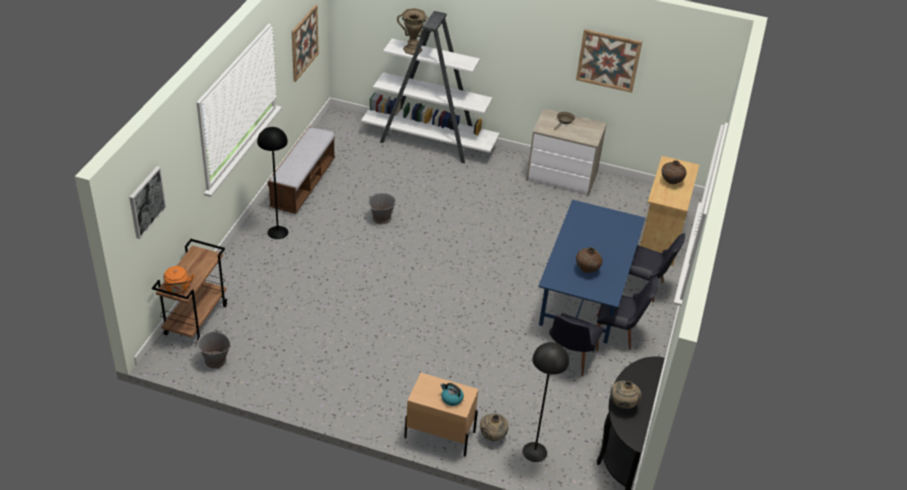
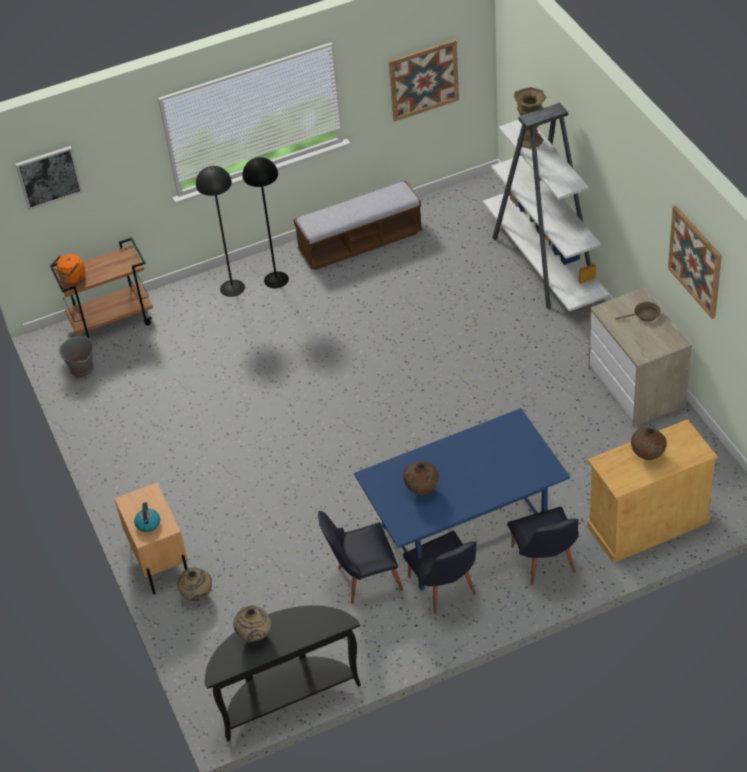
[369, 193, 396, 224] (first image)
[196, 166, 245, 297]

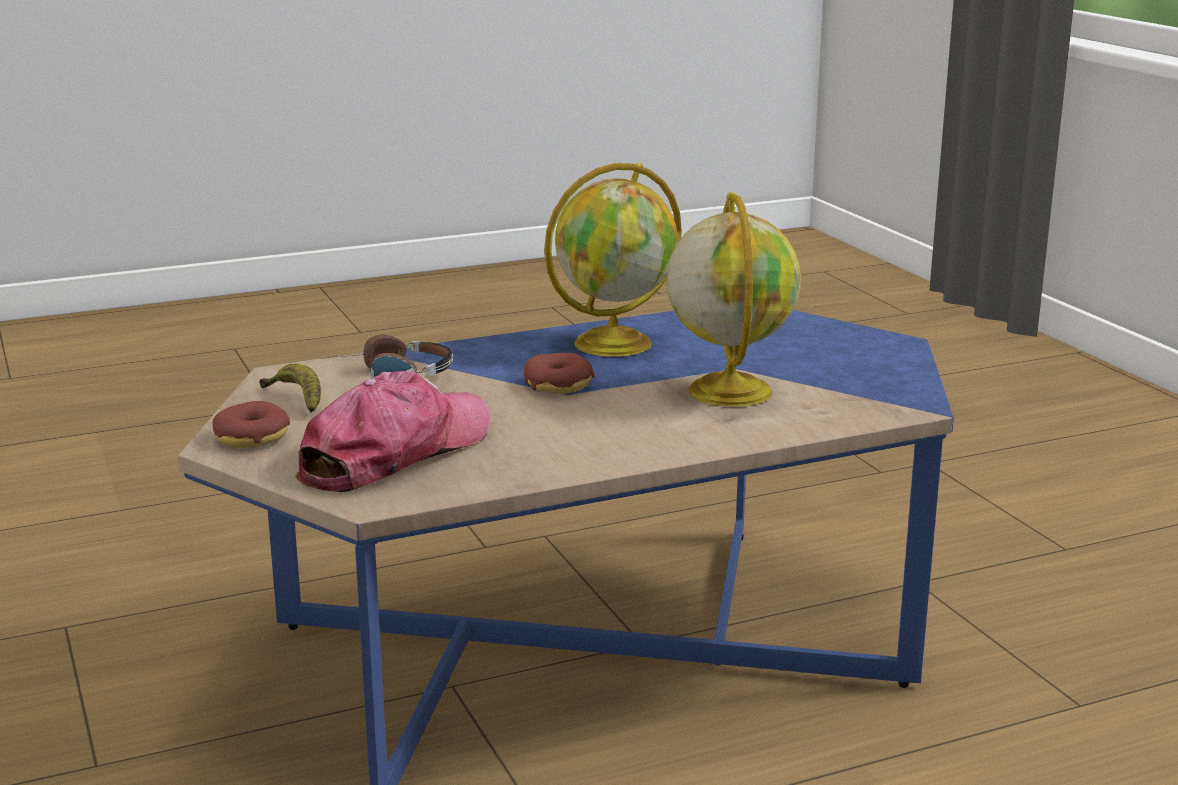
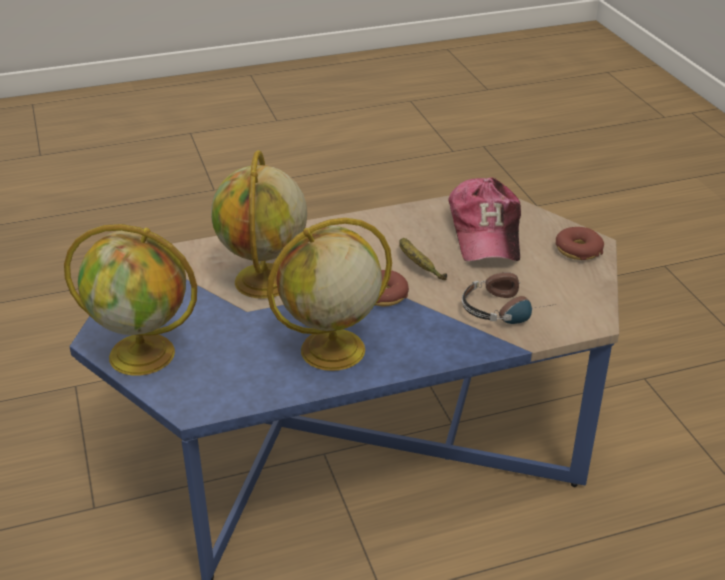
[399, 238, 447, 281]
[449, 177, 521, 261]
[64, 224, 197, 376]

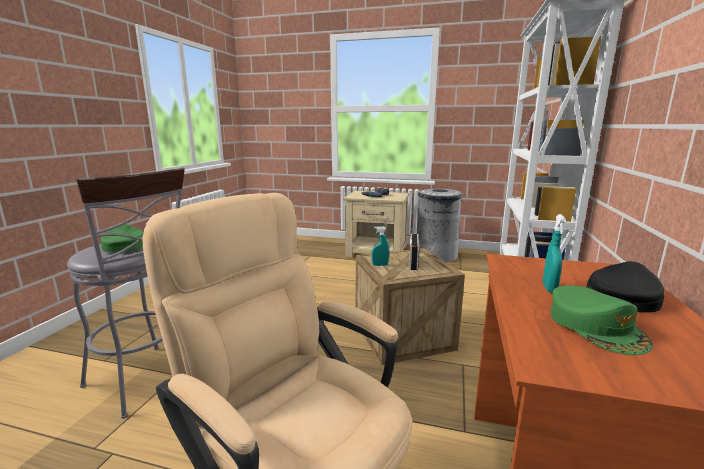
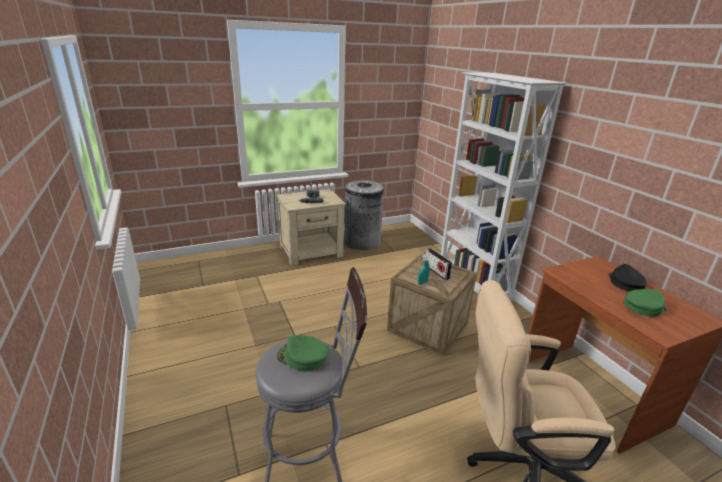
[543, 214, 566, 293] (first image)
[624, 289, 668, 317]

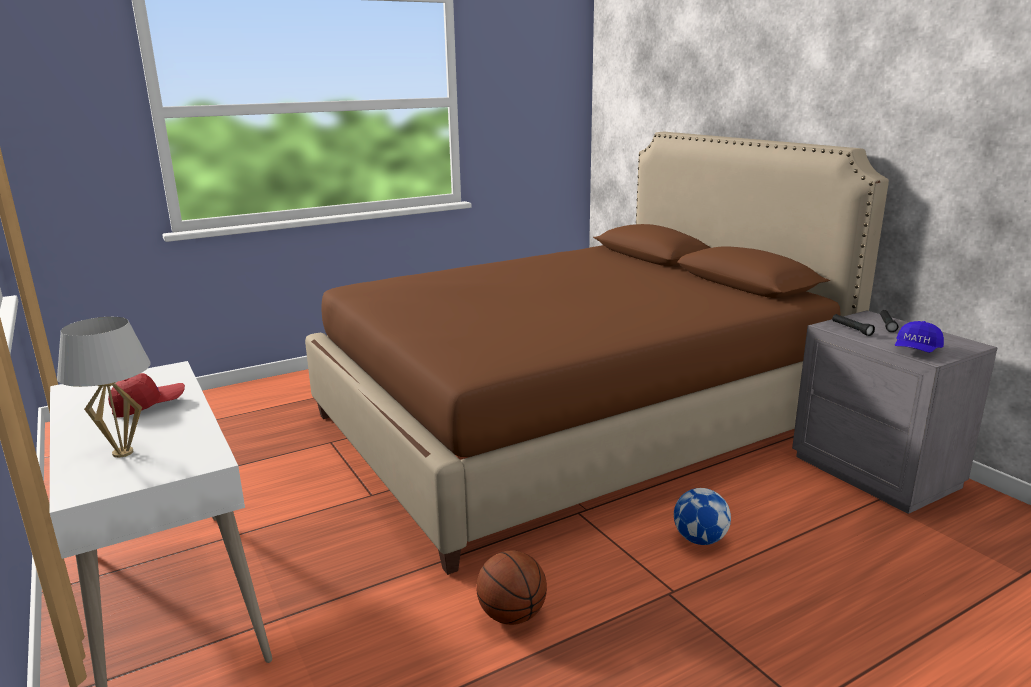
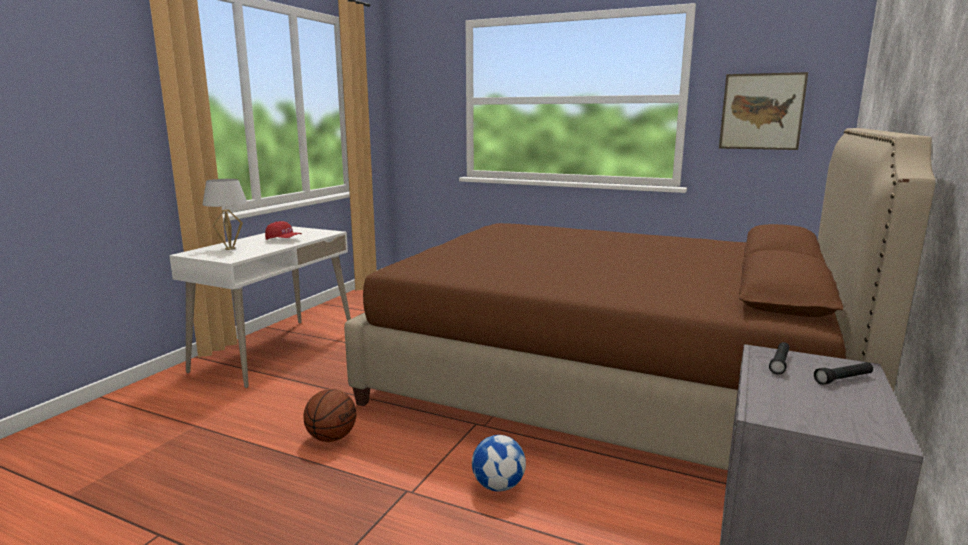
[895, 321, 944, 353] (first image)
[719, 72, 808, 150]

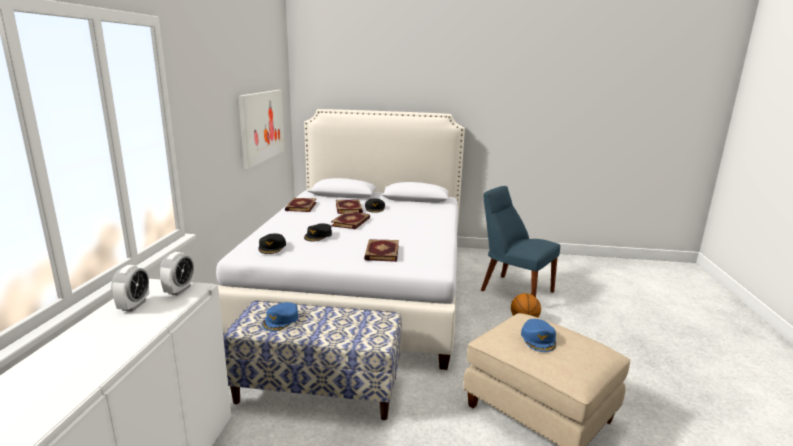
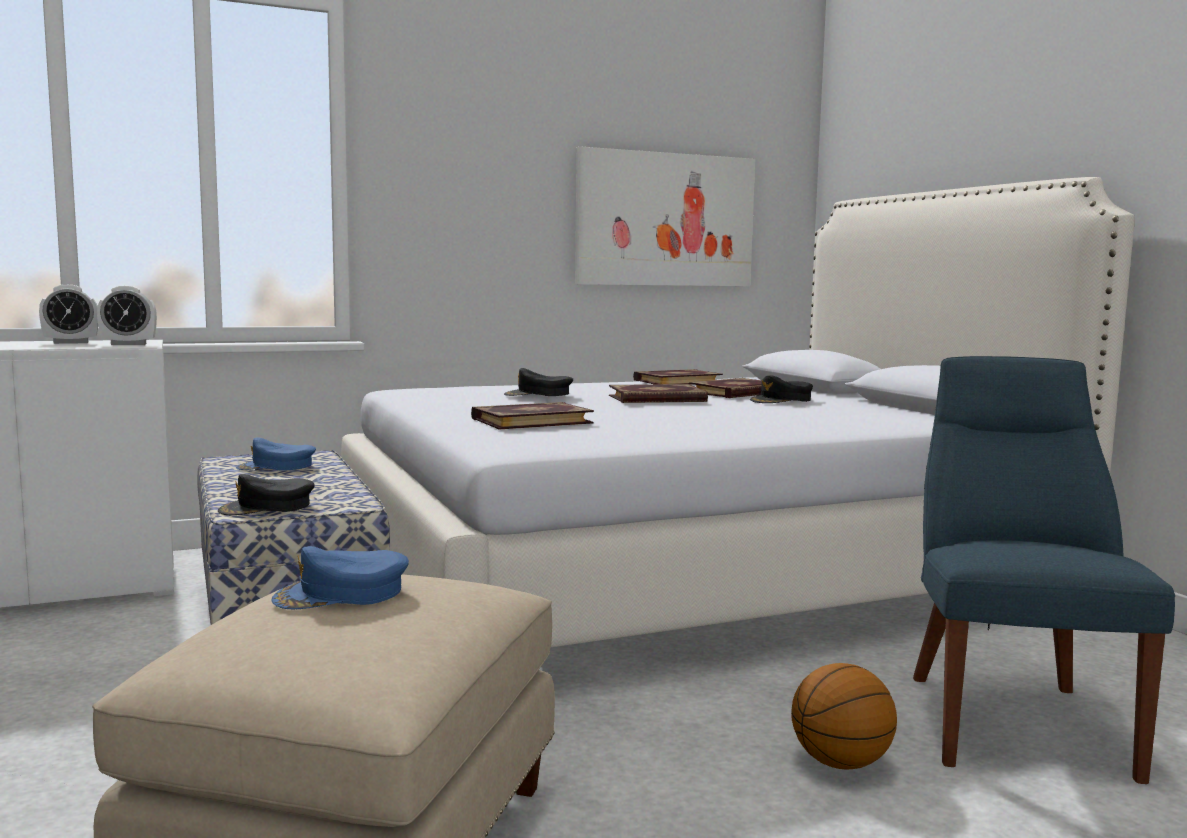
[218, 474, 315, 515]

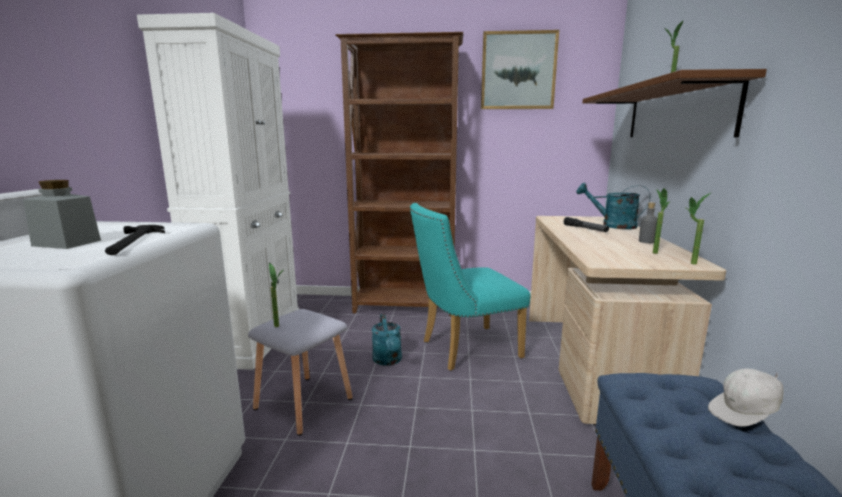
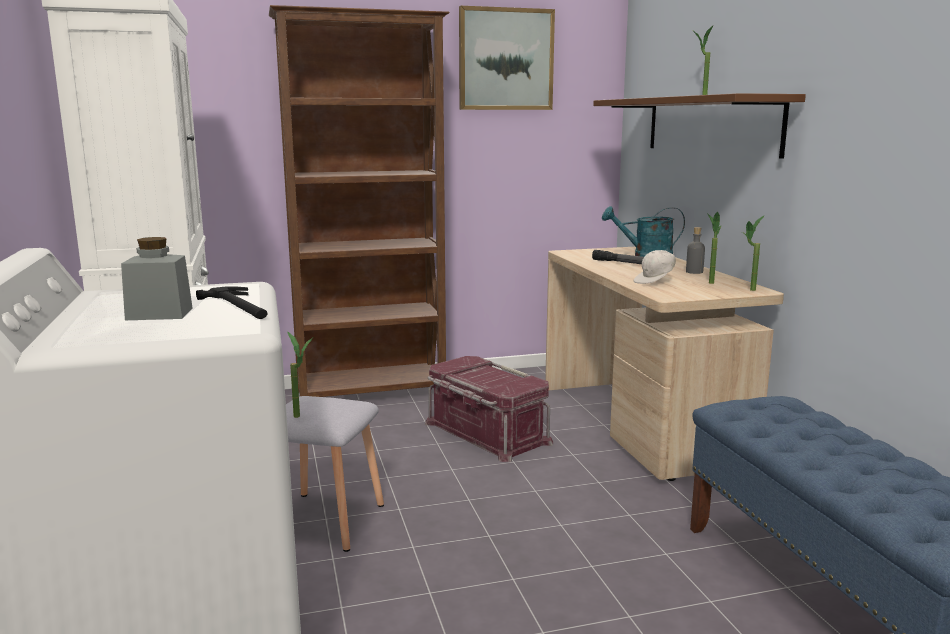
[372, 314, 402, 366] (first image)
[425, 356, 553, 462]
[634, 250, 676, 284]

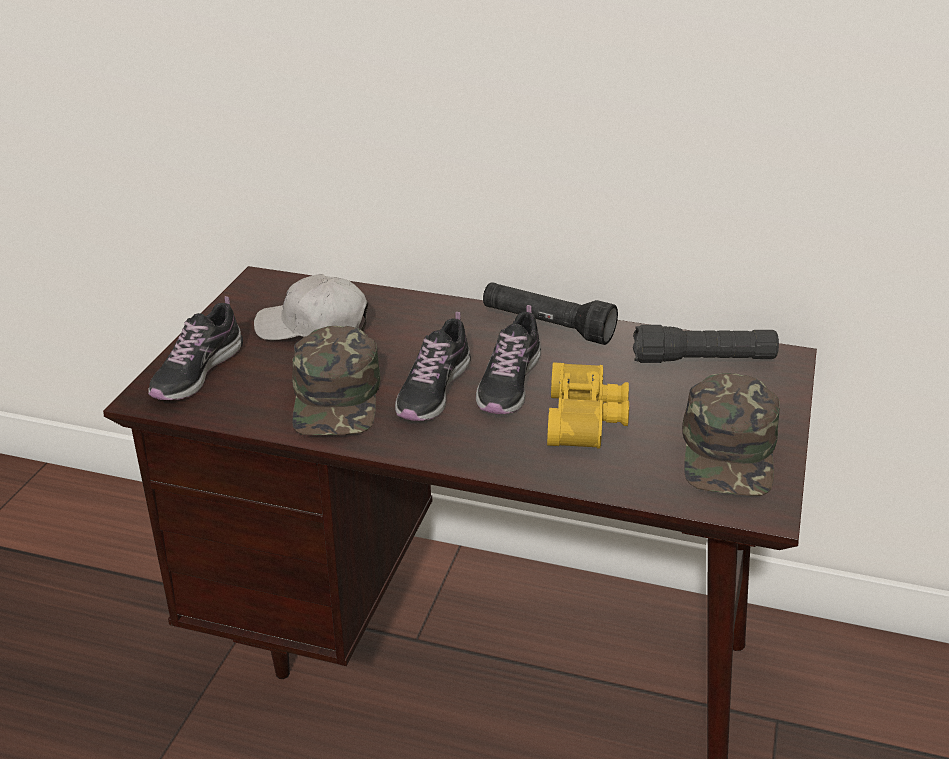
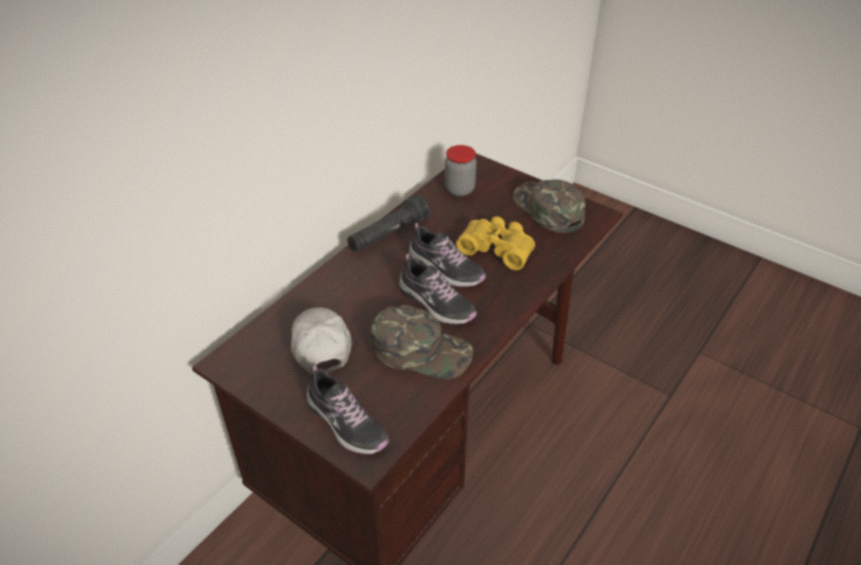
[291, 307, 352, 374]
[445, 145, 476, 196]
[513, 179, 586, 233]

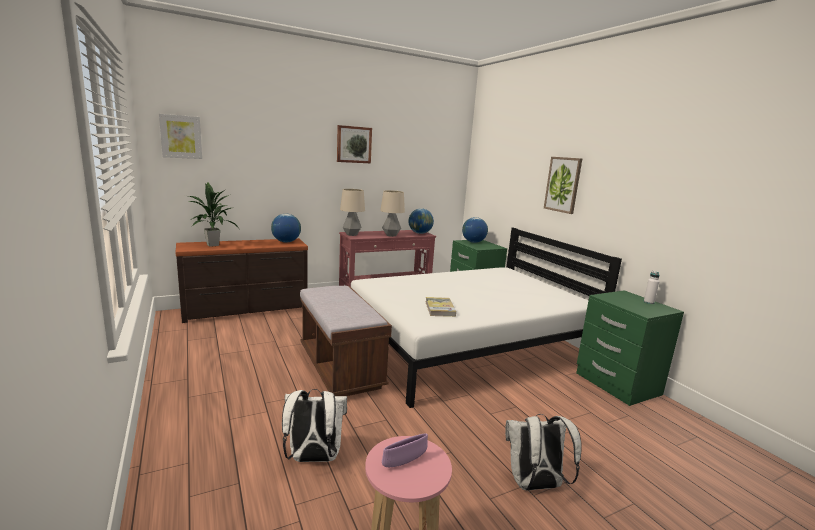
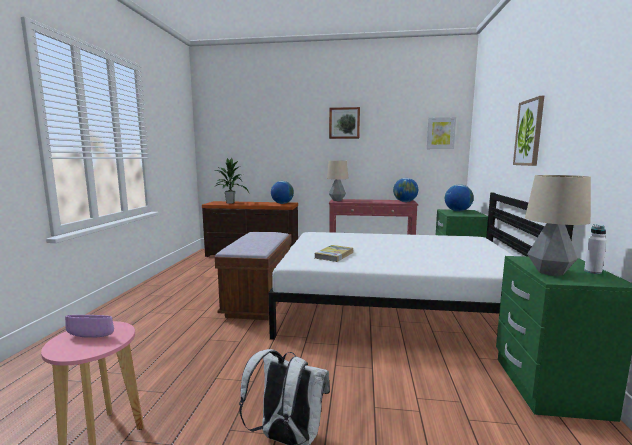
[426, 117, 456, 149]
[282, 389, 347, 462] (first image)
[525, 175, 591, 276]

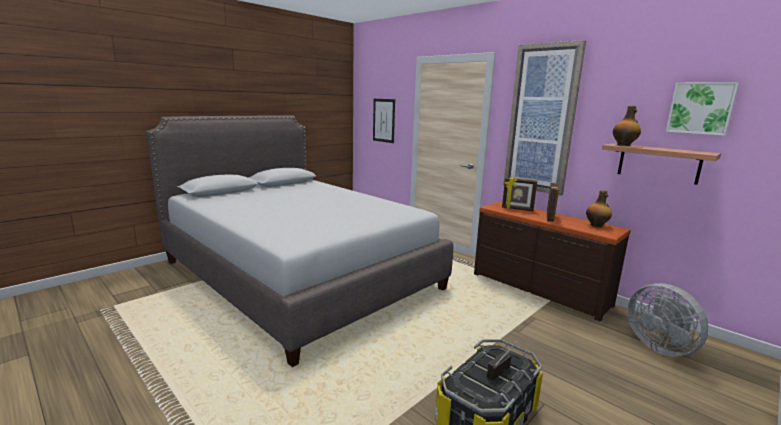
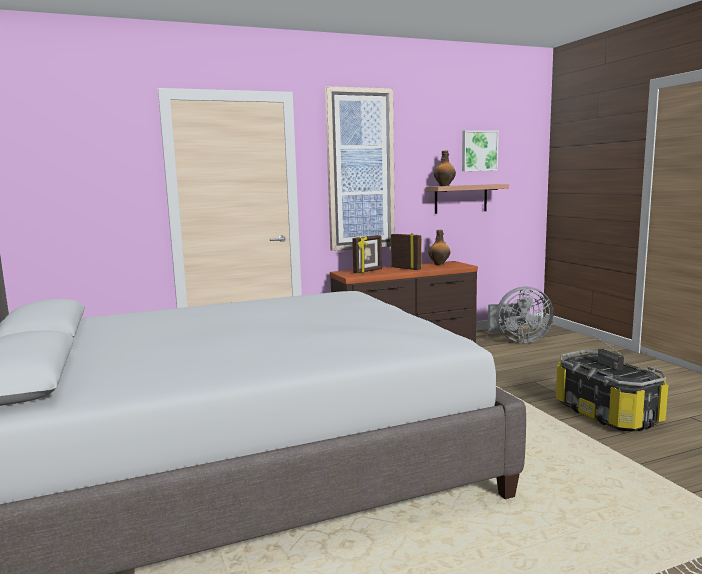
[373, 99, 395, 143] (first image)

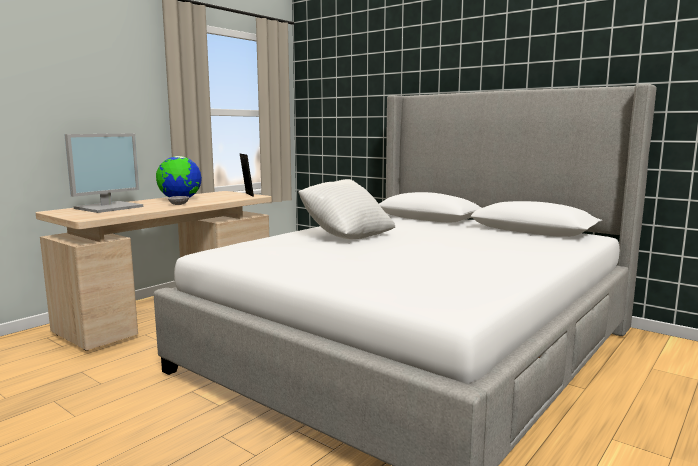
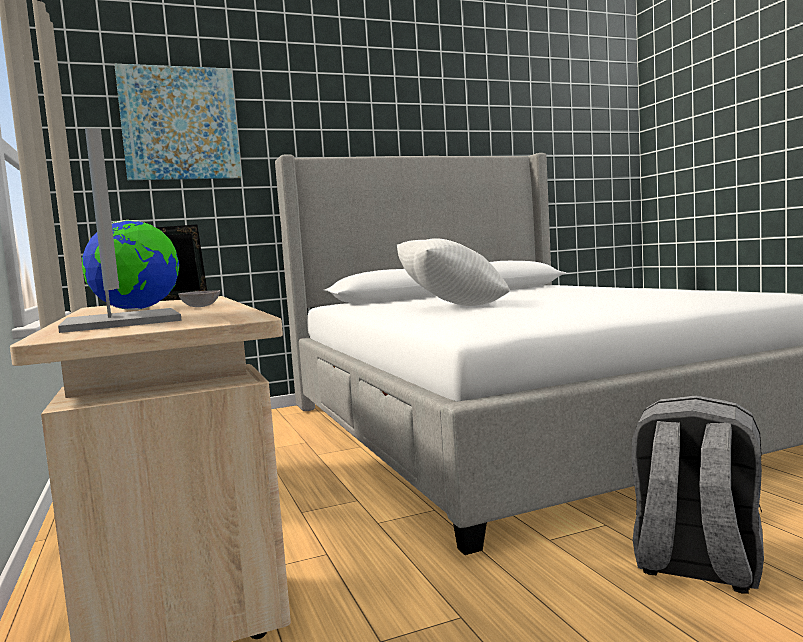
[114, 64, 241, 180]
[631, 395, 764, 594]

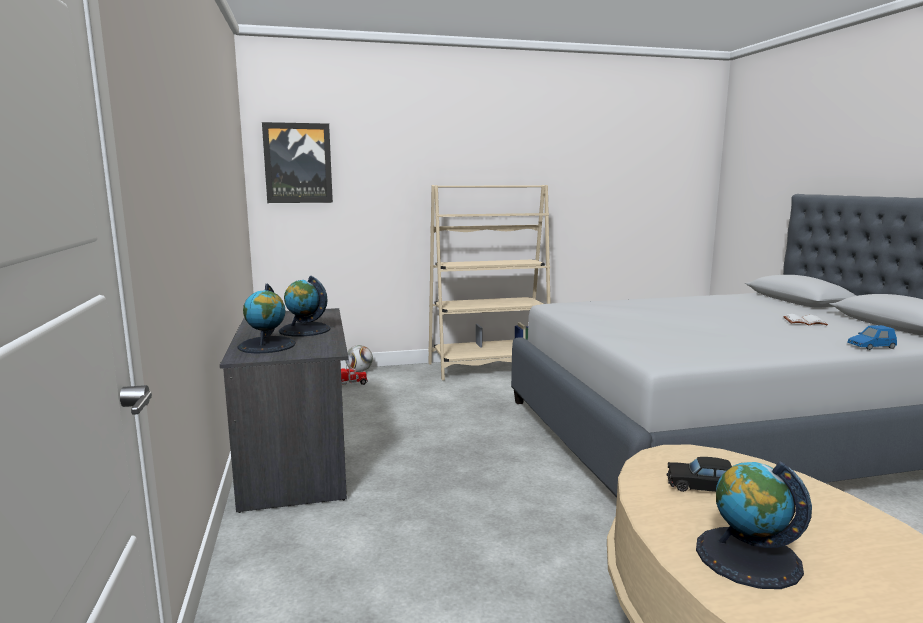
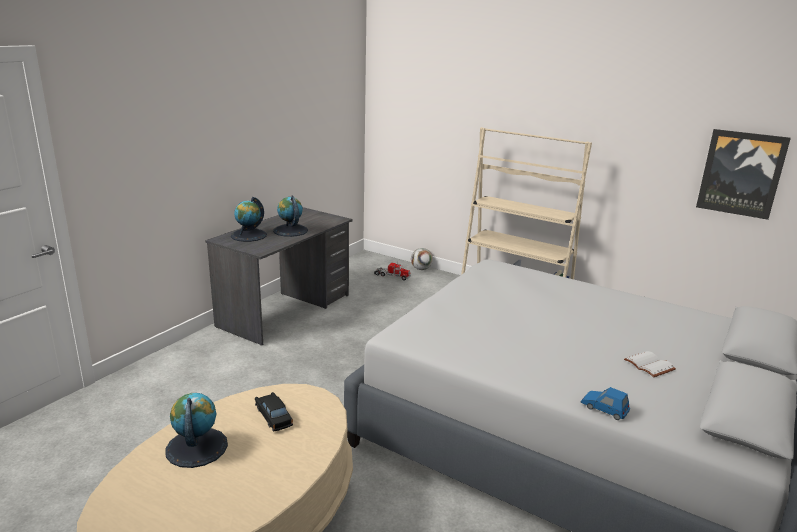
[696, 129, 791, 220]

